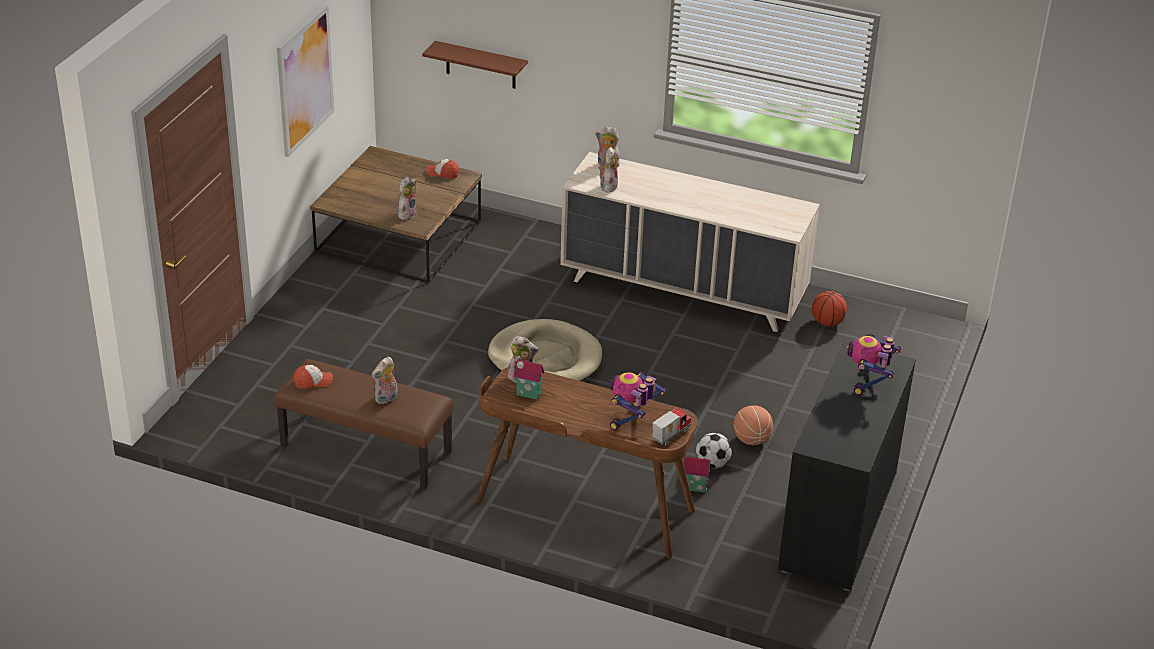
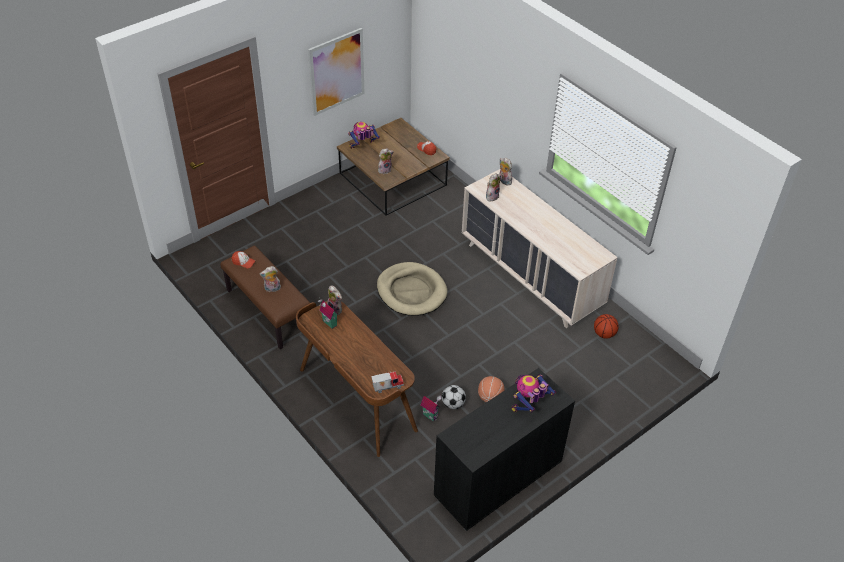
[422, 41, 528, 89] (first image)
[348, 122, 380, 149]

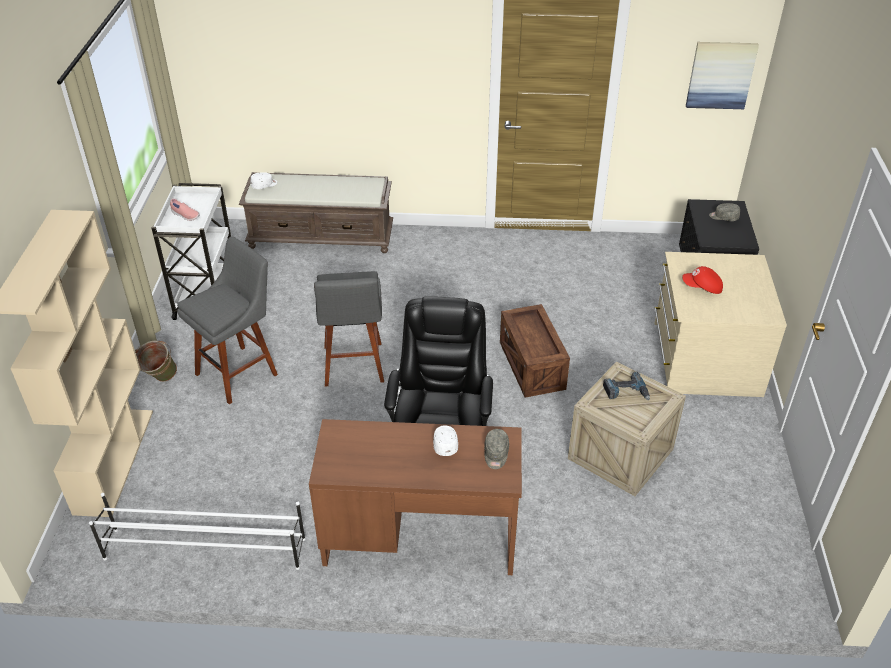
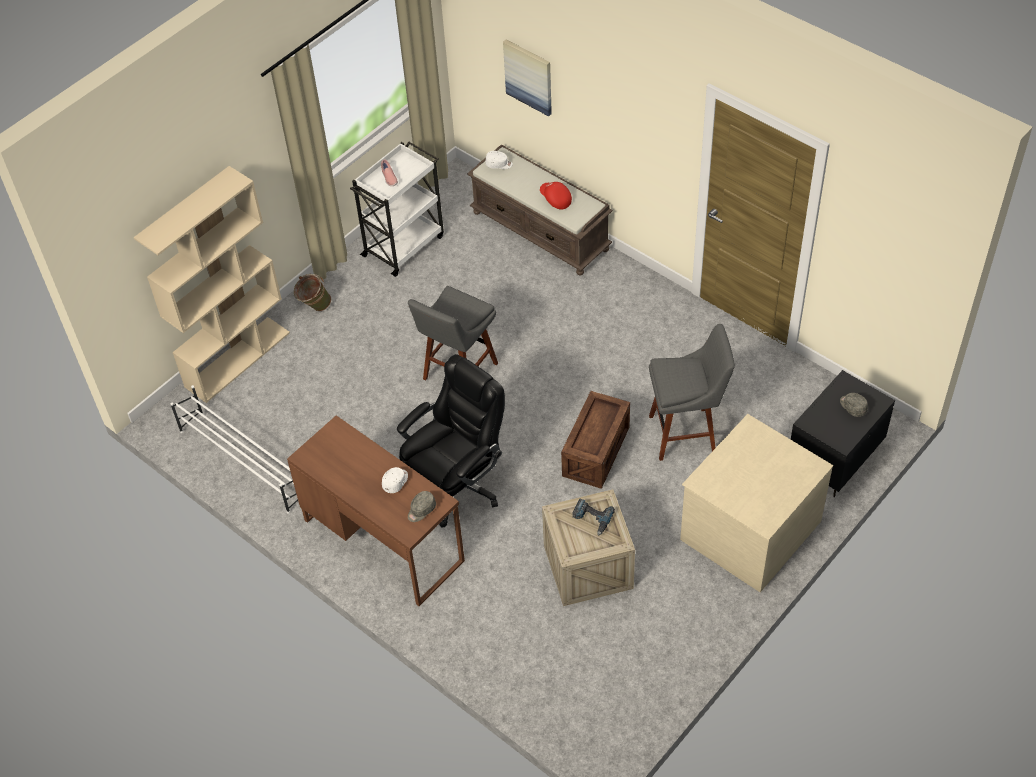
[649, 324, 735, 461]
[540, 182, 572, 209]
[503, 40, 552, 116]

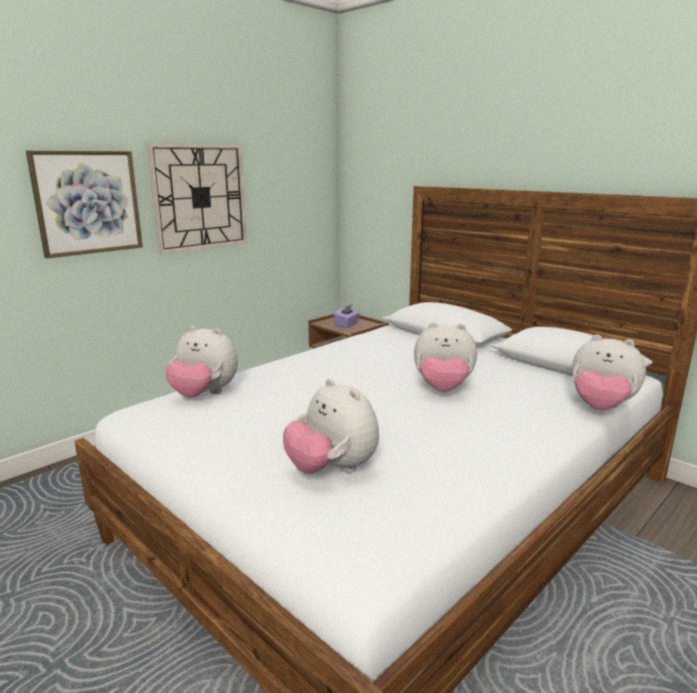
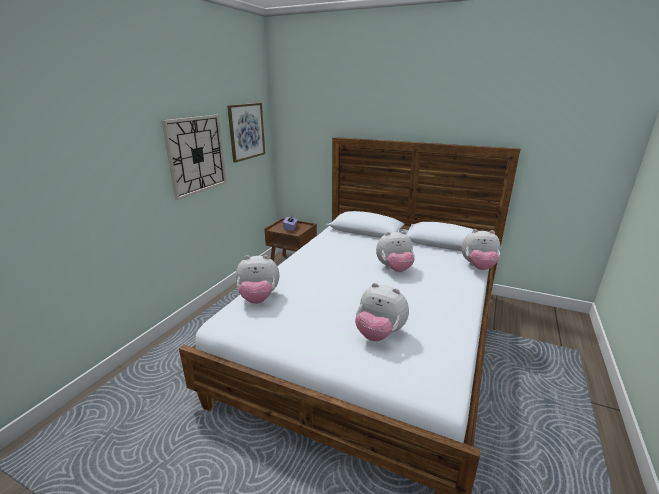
[227, 103, 265, 162]

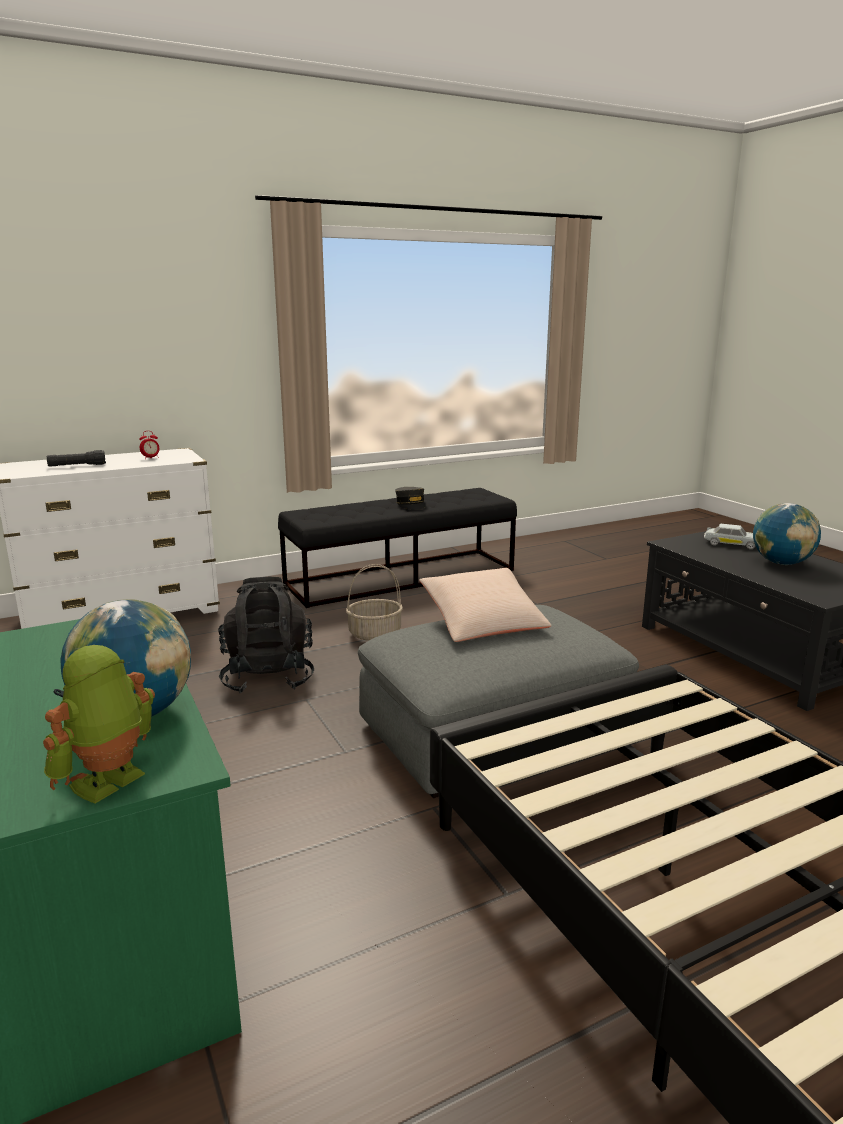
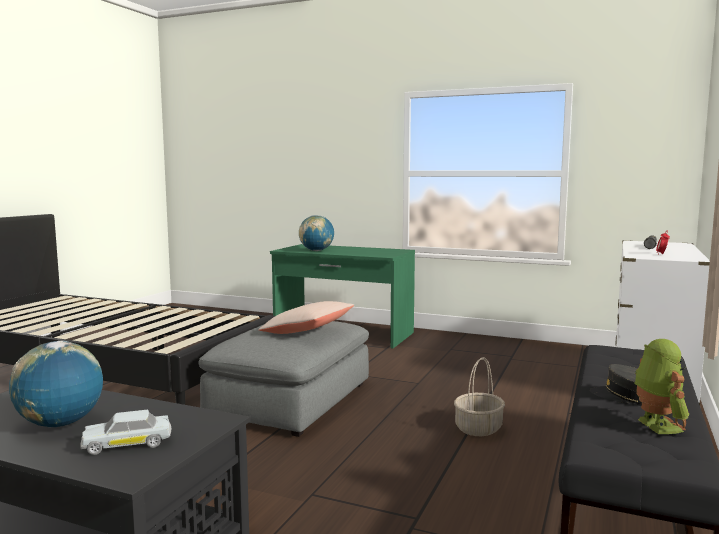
[634, 339, 689, 434]
[218, 577, 314, 693] (first image)

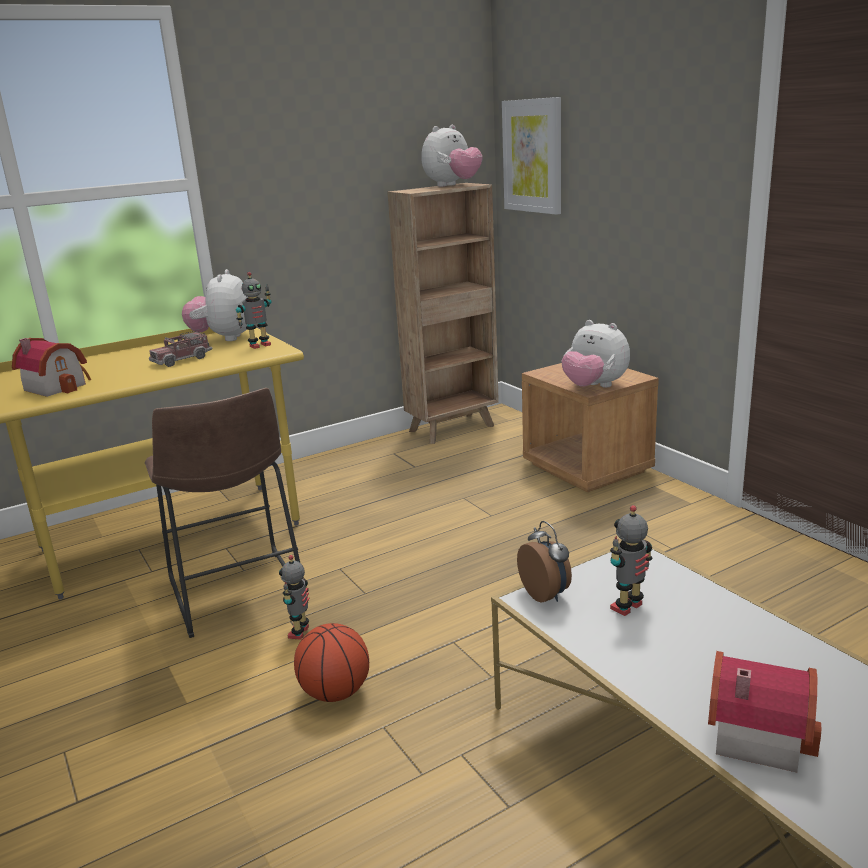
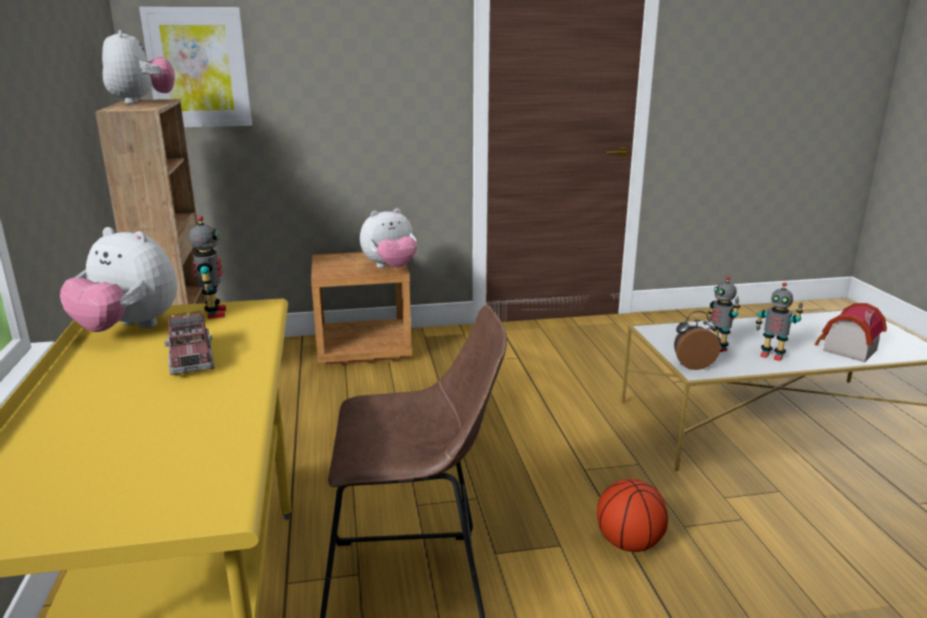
[12, 338, 91, 397] (first image)
[756, 282, 803, 361]

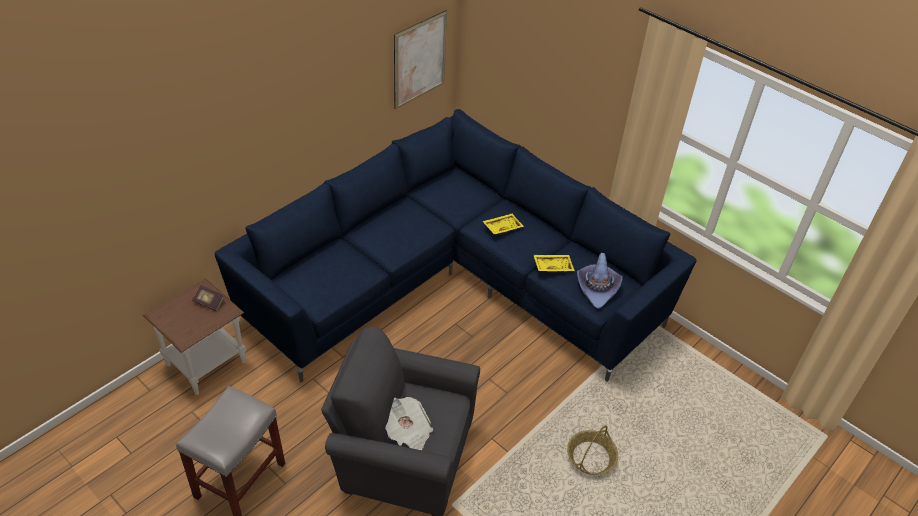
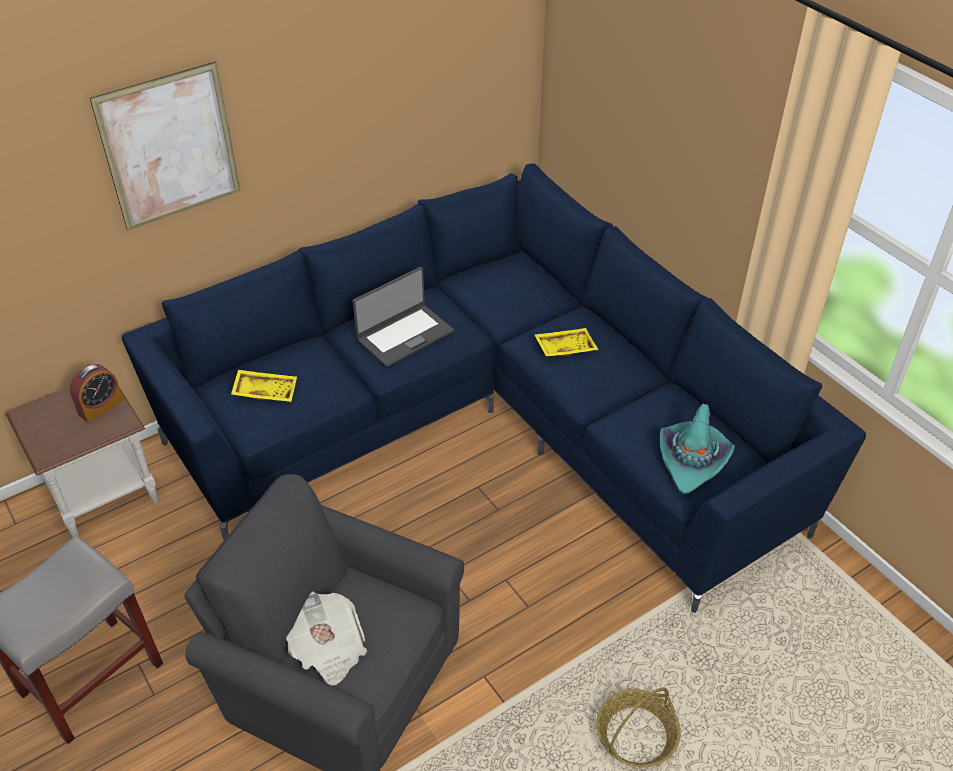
[70, 364, 124, 423]
[90, 61, 240, 231]
[231, 370, 297, 402]
[660, 404, 735, 494]
[352, 267, 454, 367]

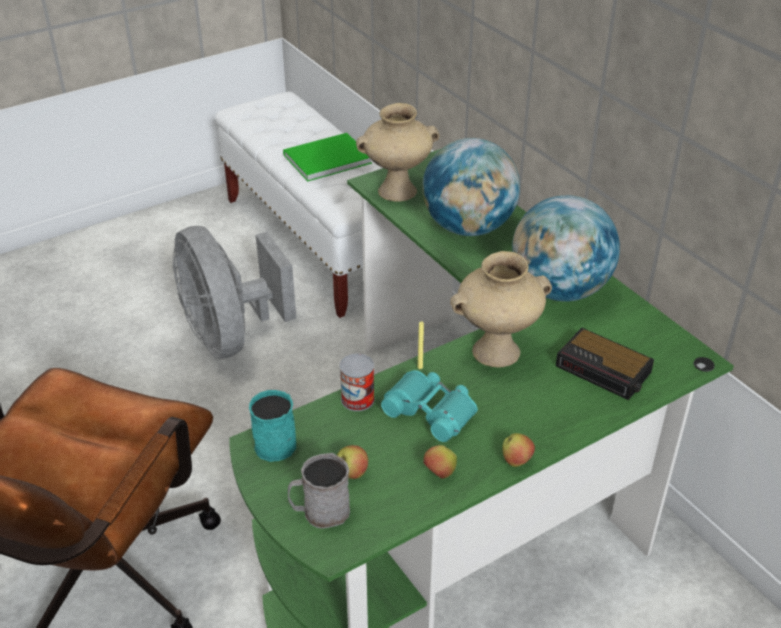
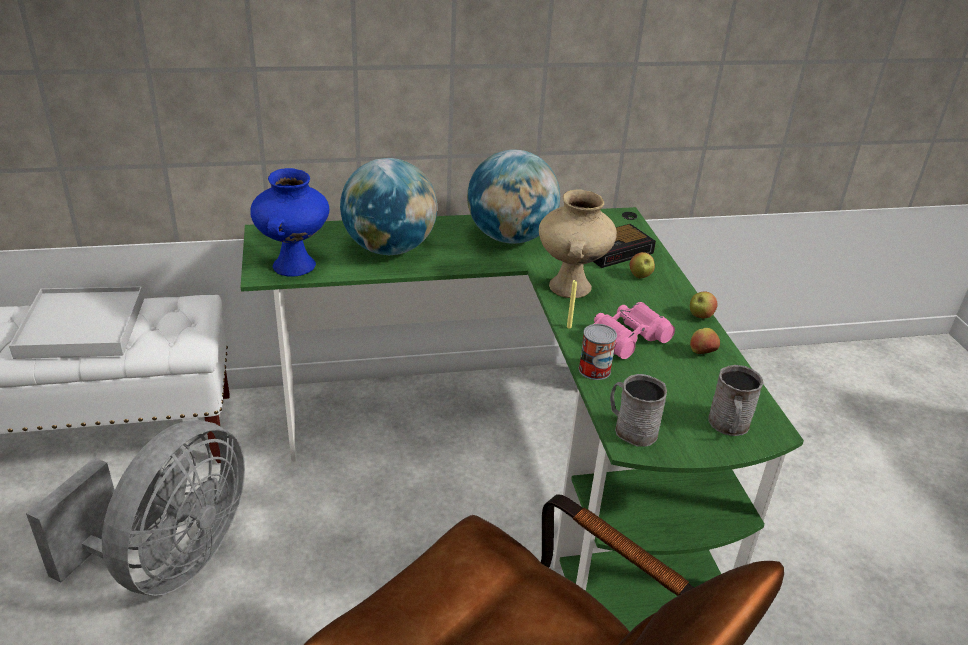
[26, 420, 245, 596]
[610, 374, 667, 447]
[9, 287, 144, 359]
[629, 252, 655, 279]
[250, 168, 329, 277]
[594, 302, 675, 359]

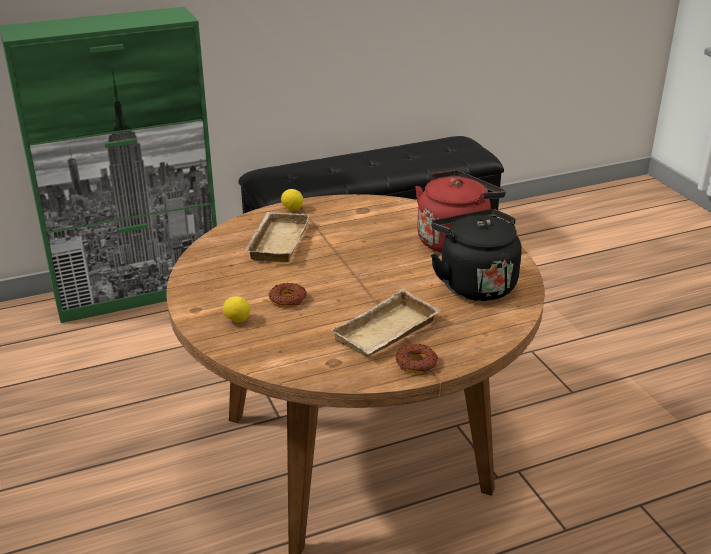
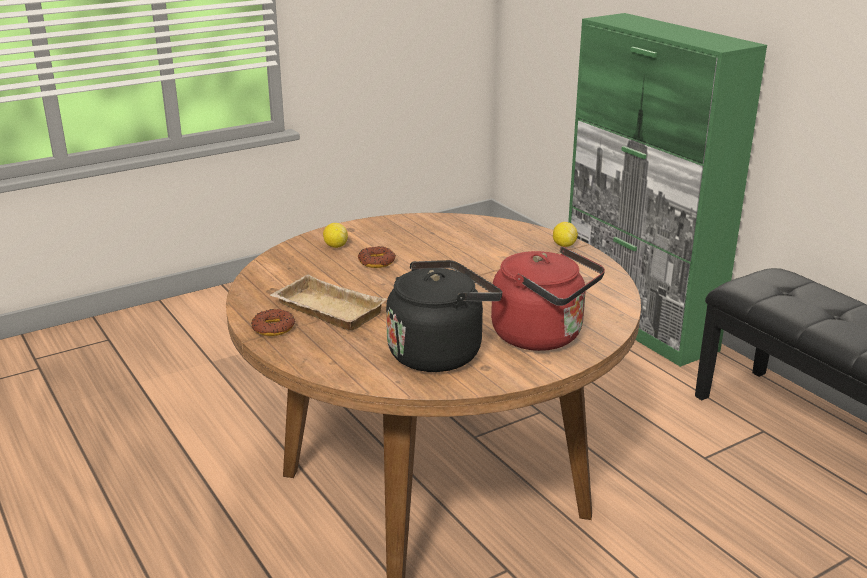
[245, 212, 310, 262] (first image)

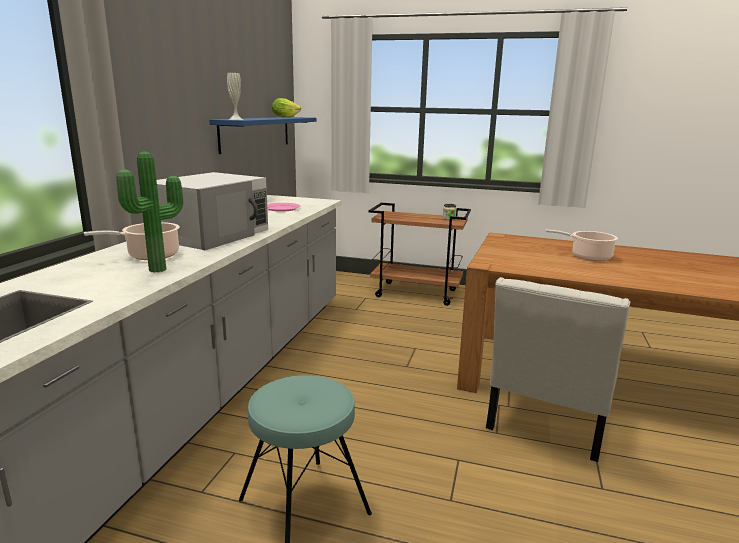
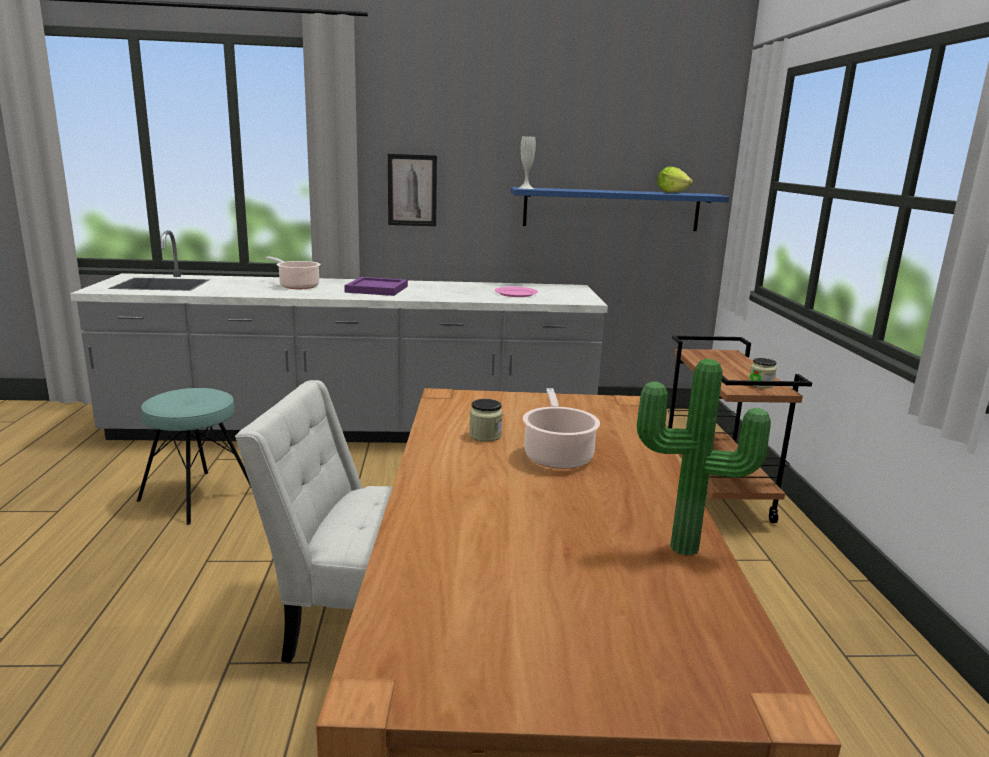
[637, 359, 771, 556]
[344, 277, 408, 296]
[388, 154, 437, 226]
[469, 399, 503, 442]

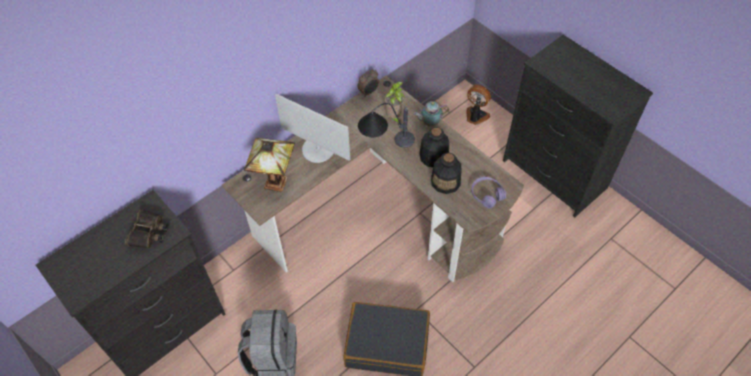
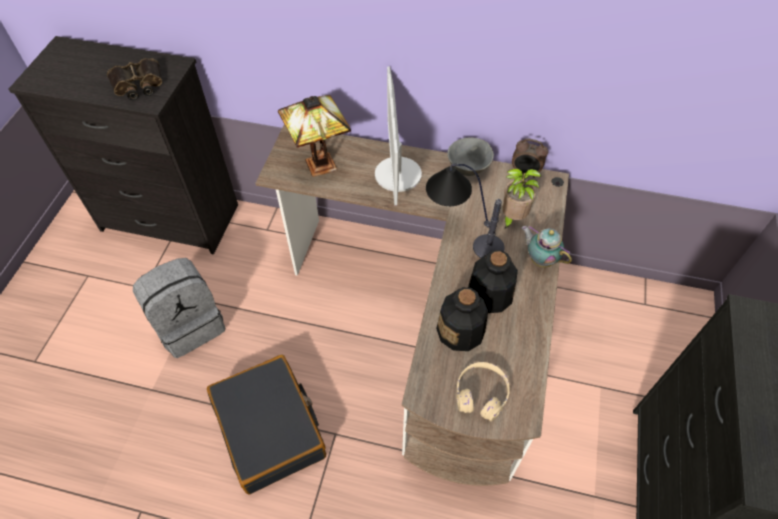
[466, 85, 491, 125] (first image)
[456, 362, 510, 421]
[447, 137, 494, 176]

